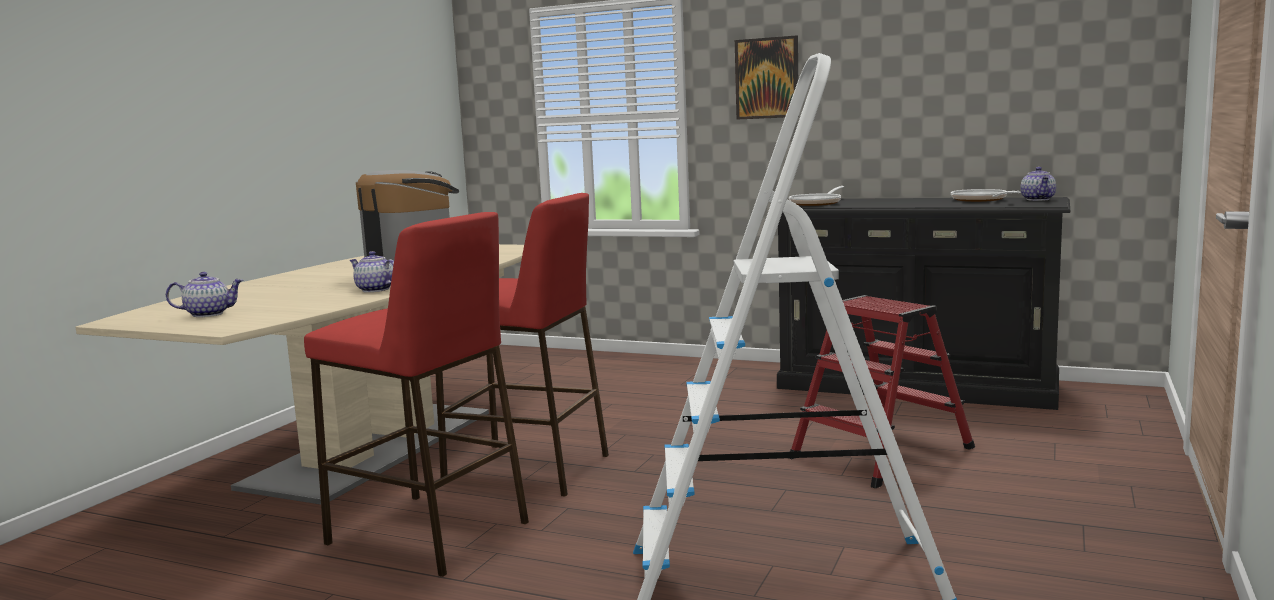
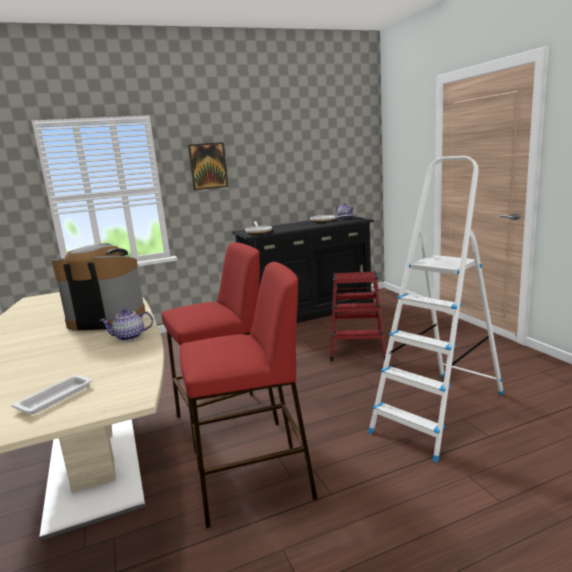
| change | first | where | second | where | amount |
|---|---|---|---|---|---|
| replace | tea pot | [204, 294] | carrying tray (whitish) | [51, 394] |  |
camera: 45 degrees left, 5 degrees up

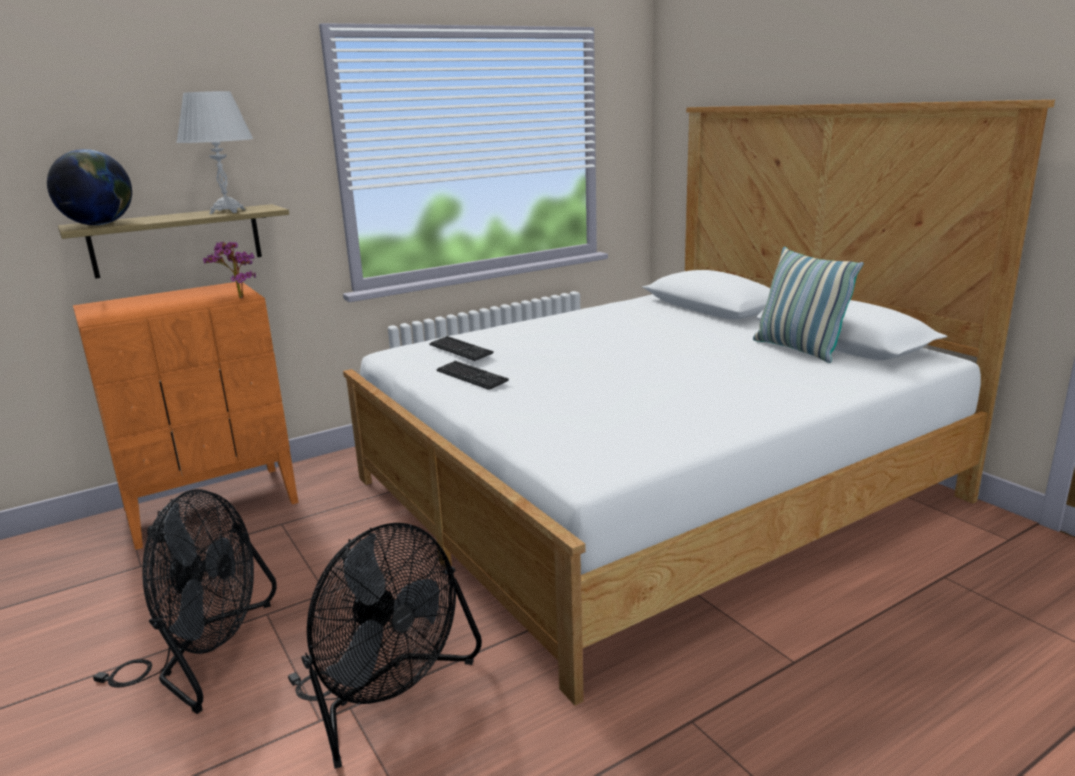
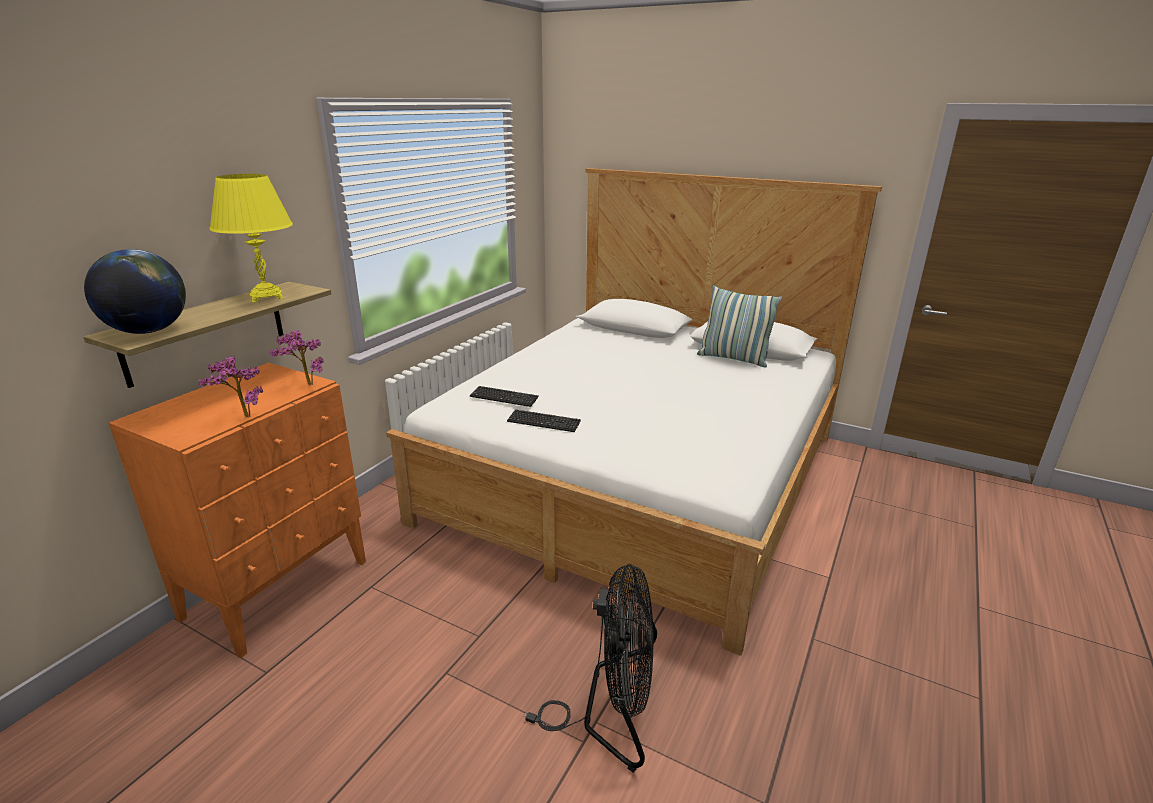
| change | first | where | second | where | amount |
|---|---|---|---|---|---|
| recolor | lamp for a table (whitish) | [214, 152] | lamp for a table (yellow-coloured) | [251, 238] |  |
| delete | electric fan (black-coloured) | [185, 601] |  |  |  |
| insert |  |  | houseplant | [231, 387] |  |
camera: 30 degrees left, 5 degrees up

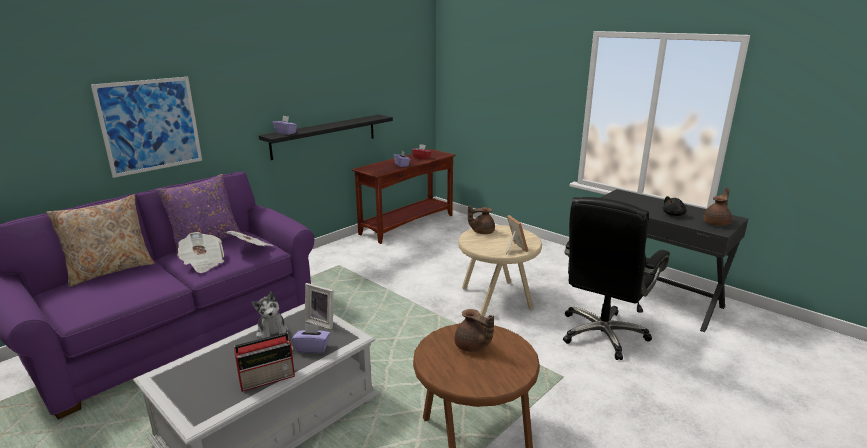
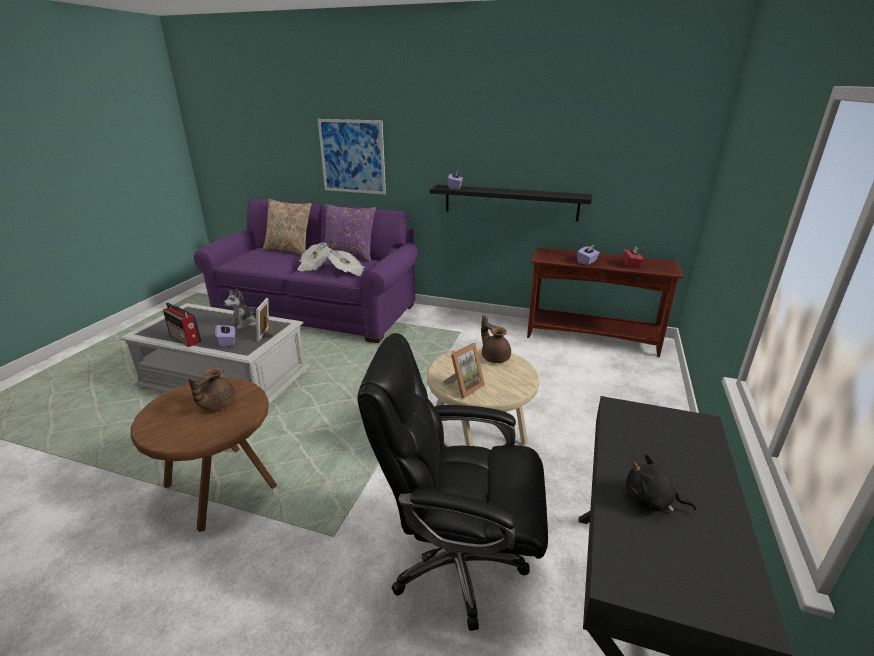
| change | first | where | second | where | amount |
|---|---|---|---|---|---|
| delete | tea pot (brown-coloured) | [717, 206] |  |  |  |
camera: 65 degrees right, 5 degrees up

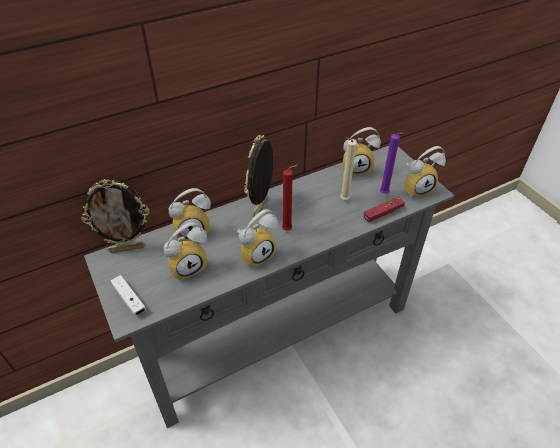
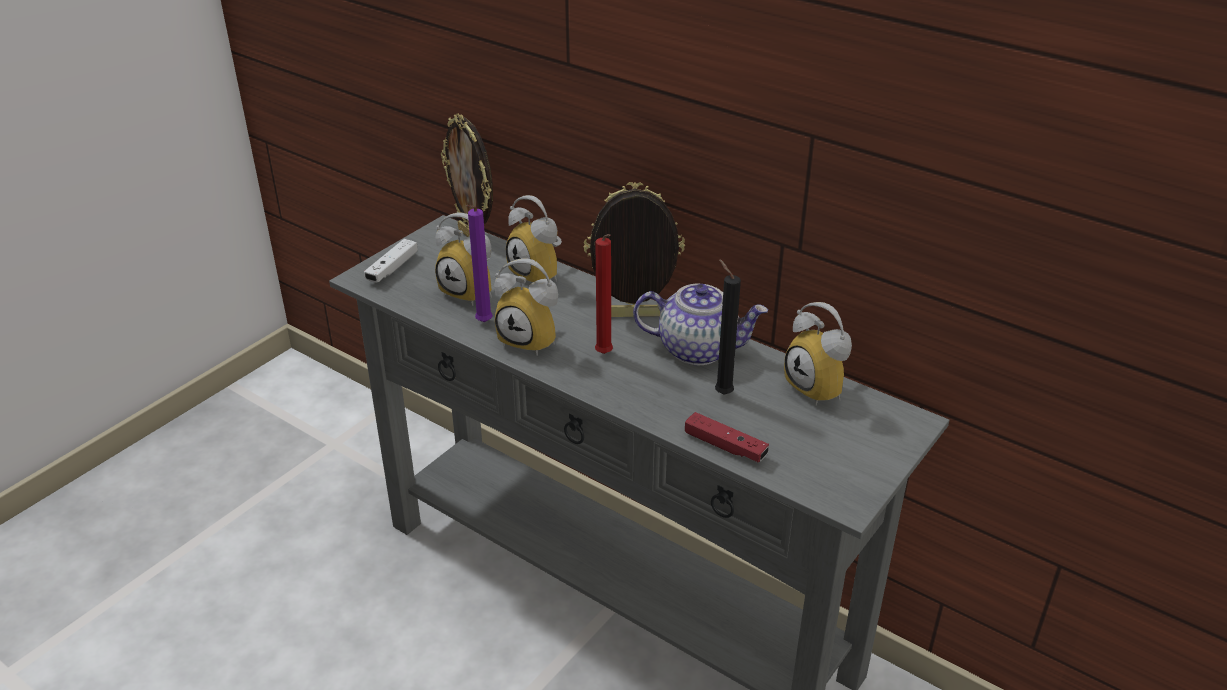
| change | first | where | second | where | amount |
|---|---|---|---|---|---|
| move | wax light (purple-coloured) | [392, 163] |  | [479, 263] |  |
| recolor | wax light (beige-coloured) | [348, 168] | wax light (black-coloured) | [728, 327] |  |
| delete | table clock | [425, 172] |  |  |  |
| insert |  |  | tea pot | [700, 324] |  |
camera: 65 degrees right, 10 degrees down

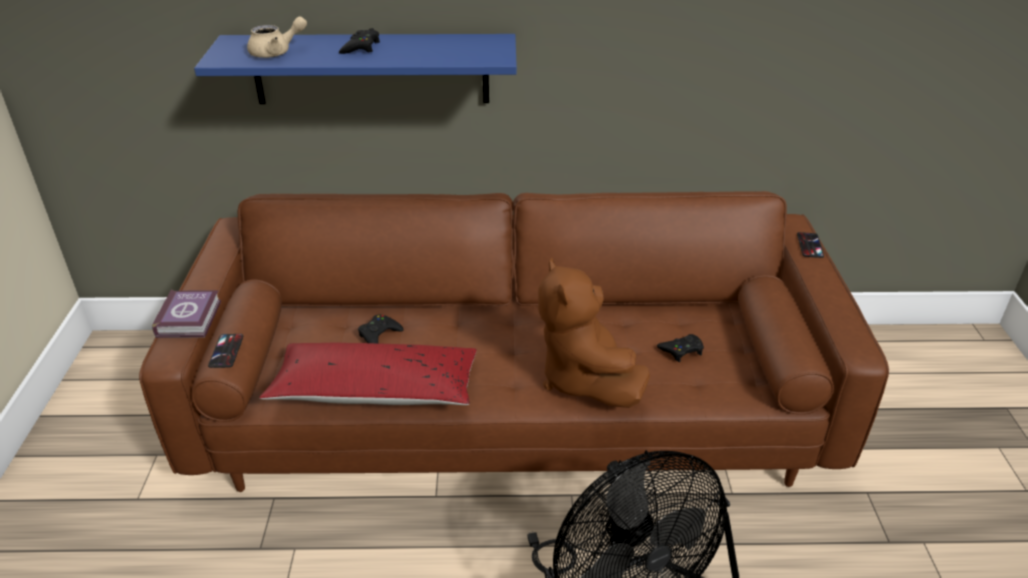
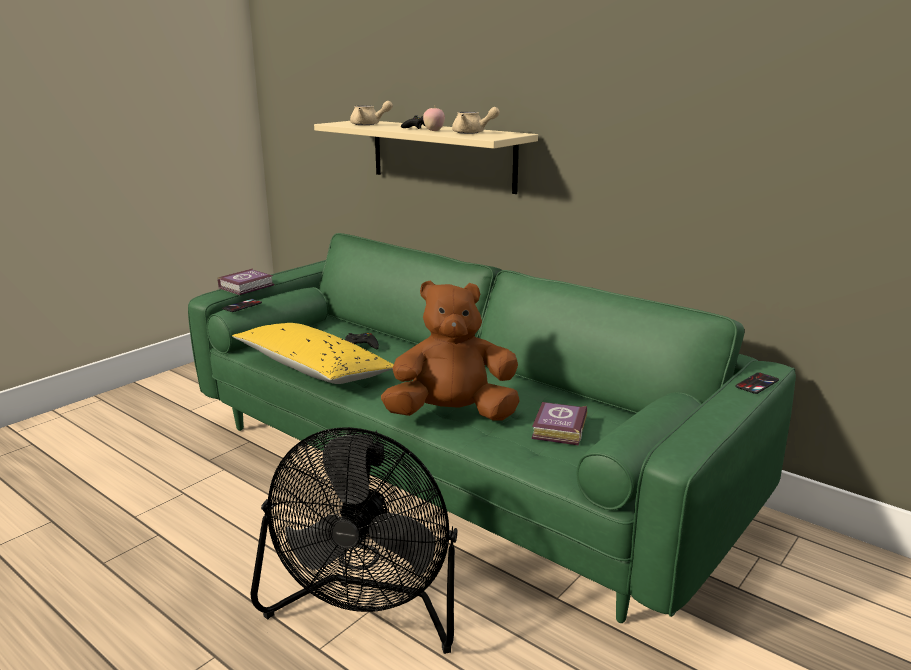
| change | first | where | second | where | amount |
|---|---|---|---|---|---|
| recolor | wall shelf (blue-coloured) | [355, 69] | wall shelf (beige-coloured) | [426, 157] |  |
| recolor | couch (brown-coloured) | [514, 341] | couch (green) | [492, 428] |  |
| rotate | plush toy (brown-coloured) | [594, 332] |  | [450, 350] | 60 degrees clockwise |
| replace | game controller (black-coloured) | [680, 348] | book | [559, 423] |  |
| recolor | pillow (red) | [368, 374] | pillow (yellow-coloured) | [313, 353] |  |
| insert |  |  | whole apple | [434, 119] |  |
| insert |  |  | tea pot (beige-coloured) | [476, 120] |  |
camera: 40 degrees right, 15 degrees down

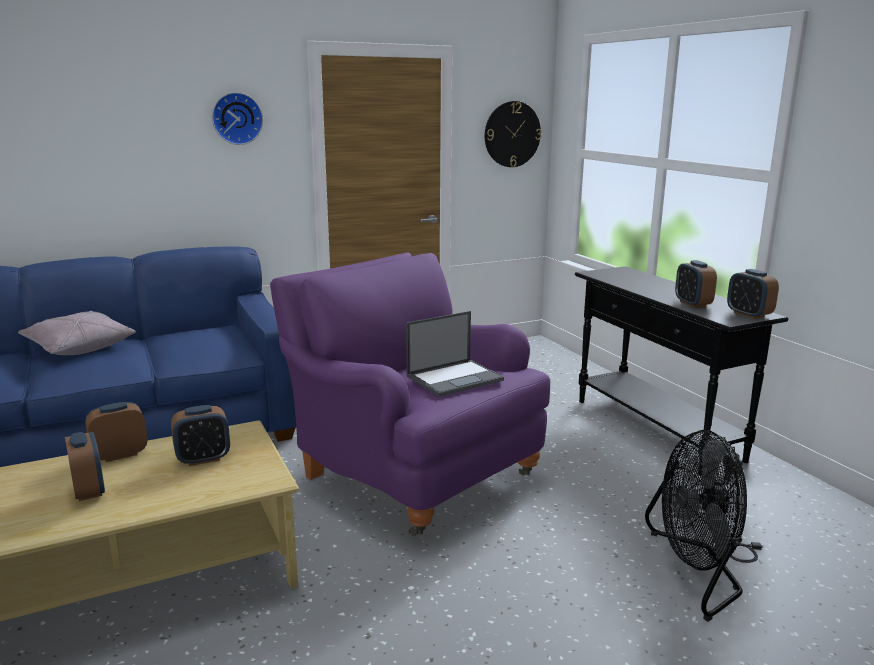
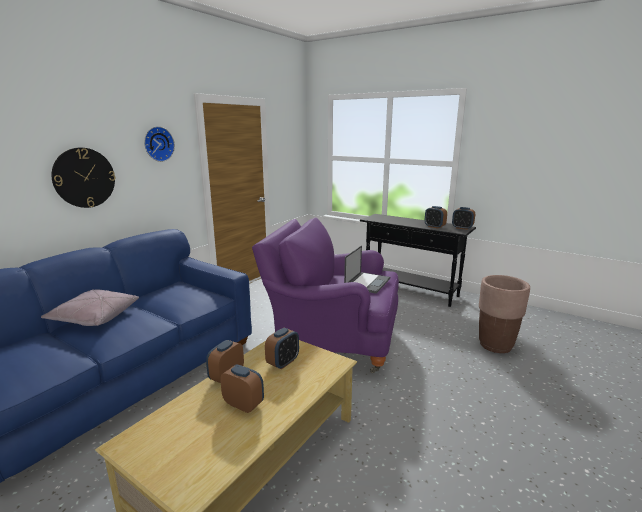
| change | first | where | second | where | amount |
|---|---|---|---|---|---|
| move | hanging clock | [513, 134] |  | [83, 178] |  |
| replace | electric fan (black-coloured) | [704, 526] | planter (brown-coloured) | [504, 314] |  |
camera: 30 degrees left, 0 degrees up

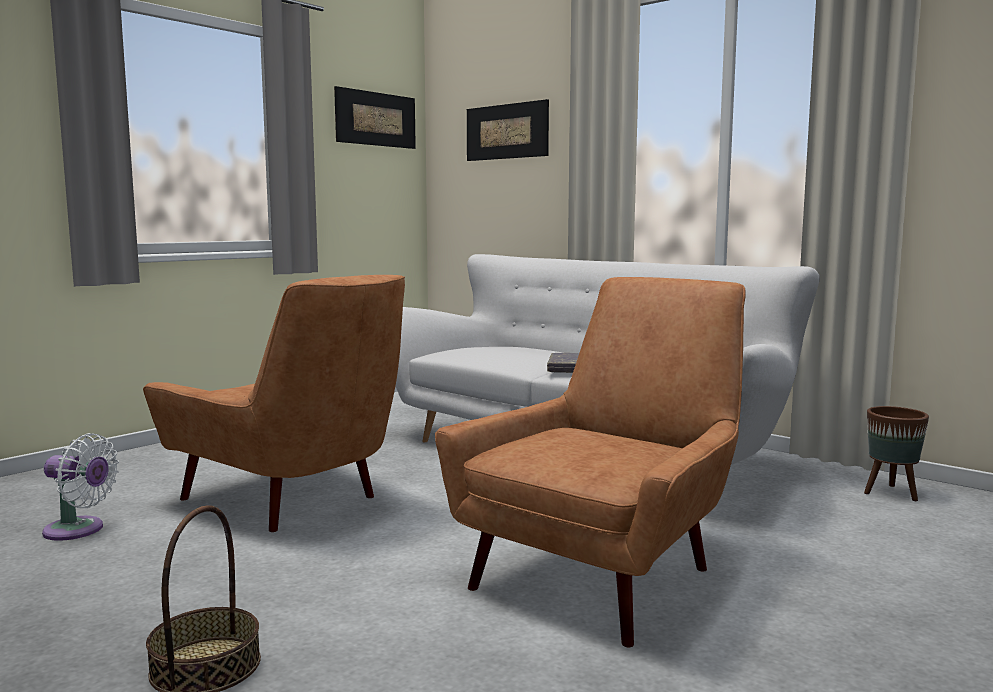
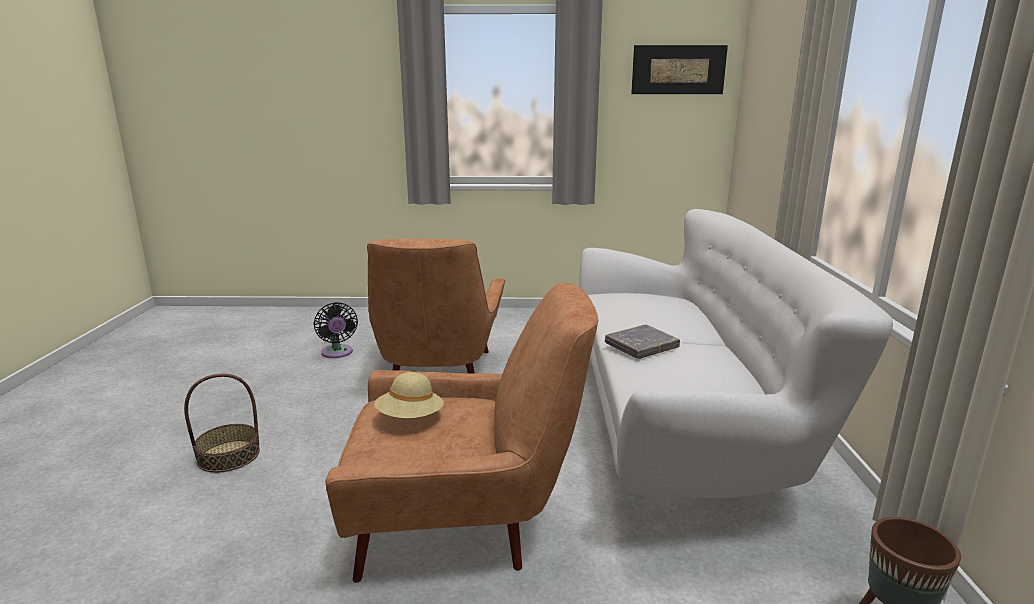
| change | first | where | second | where | amount |
|---|---|---|---|---|---|
| delete | wall picture | [508, 130] |  |  |  |
| recolor | electric fan (whitish) | [80, 487] | electric fan (black-coloured) | [335, 330] |  |
| insert |  |  | hat (beige-coloured) | [409, 395] |  |
camera: 50 degrees right, 10 degrees up

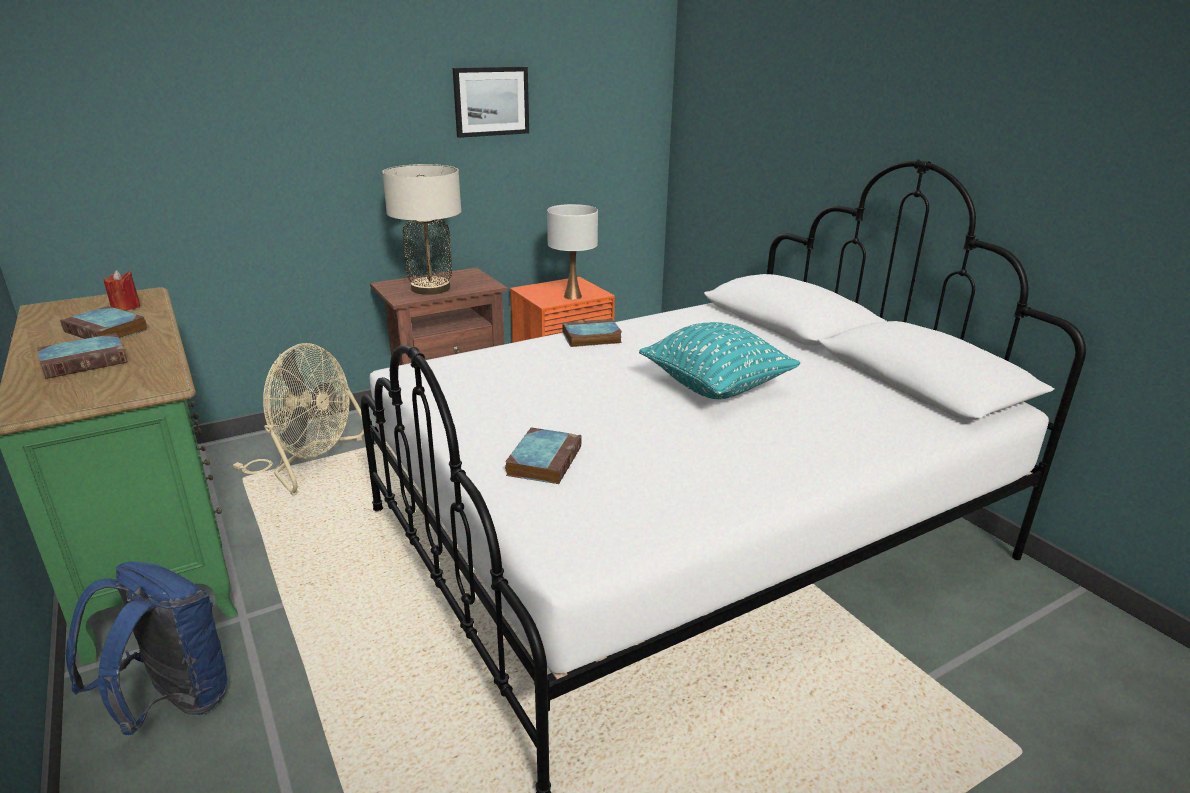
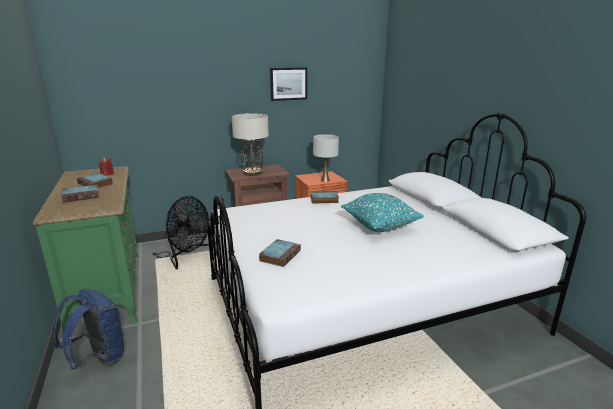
| change | first | where | second | where | amount |
|---|---|---|---|---|---|
| recolor | electric fan (beige-coloured) | [298, 419] | electric fan (black-coloured) | [181, 232] |  |
camera: 10 degrees right, 5 degrees down

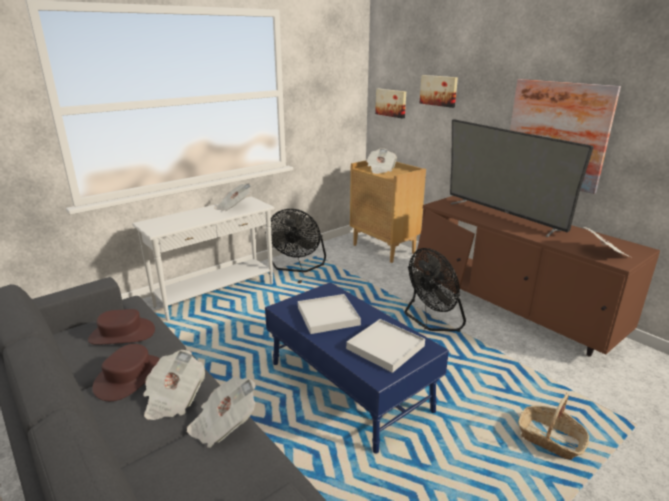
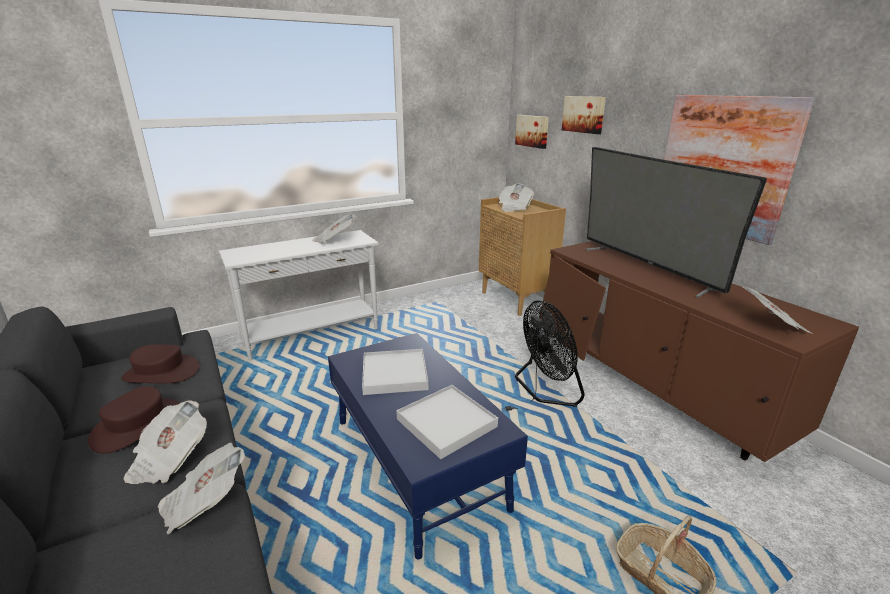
| change | first | where | second | where | amount |
|---|---|---|---|---|---|
| delete | electric fan (black-coloured) | [295, 246] |  |  |  |
camera: 10 degrees right, 0 degrees up

